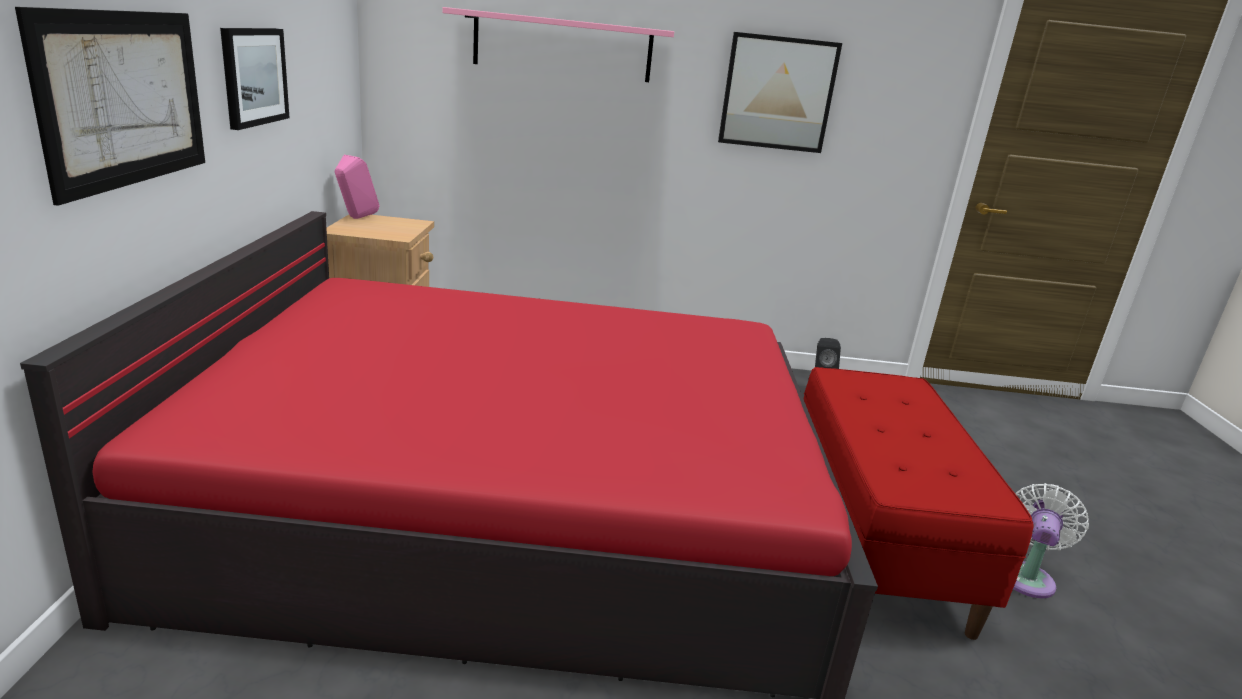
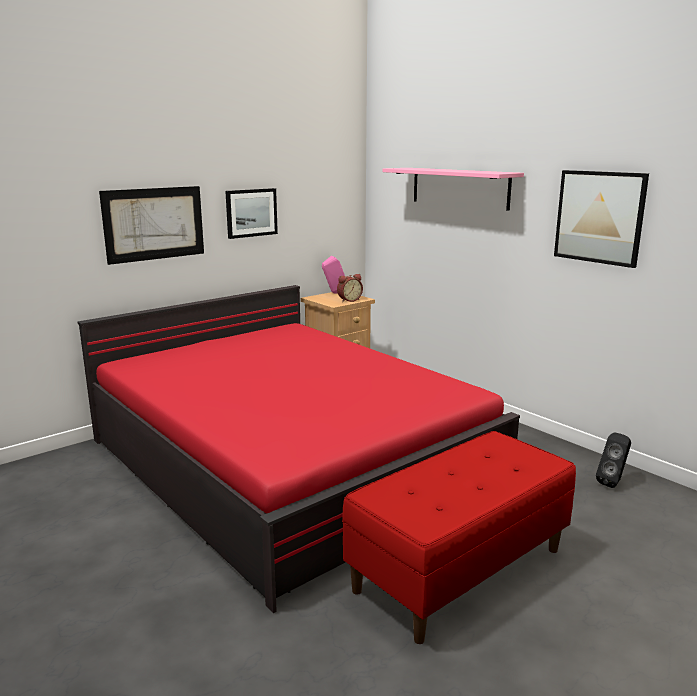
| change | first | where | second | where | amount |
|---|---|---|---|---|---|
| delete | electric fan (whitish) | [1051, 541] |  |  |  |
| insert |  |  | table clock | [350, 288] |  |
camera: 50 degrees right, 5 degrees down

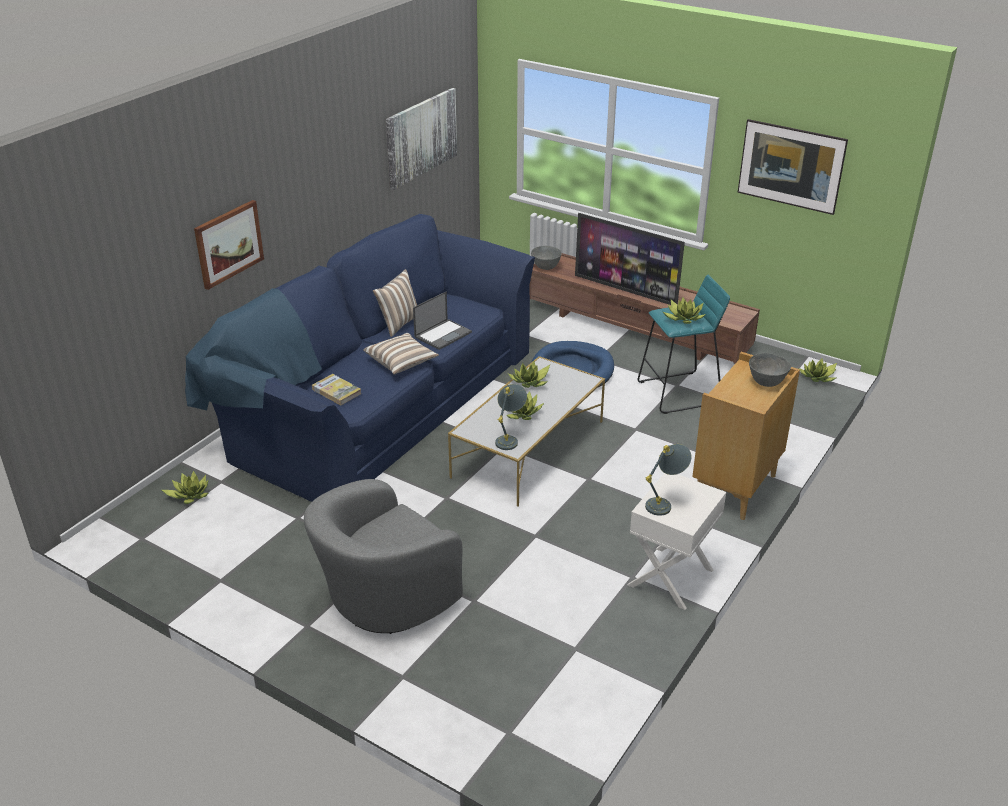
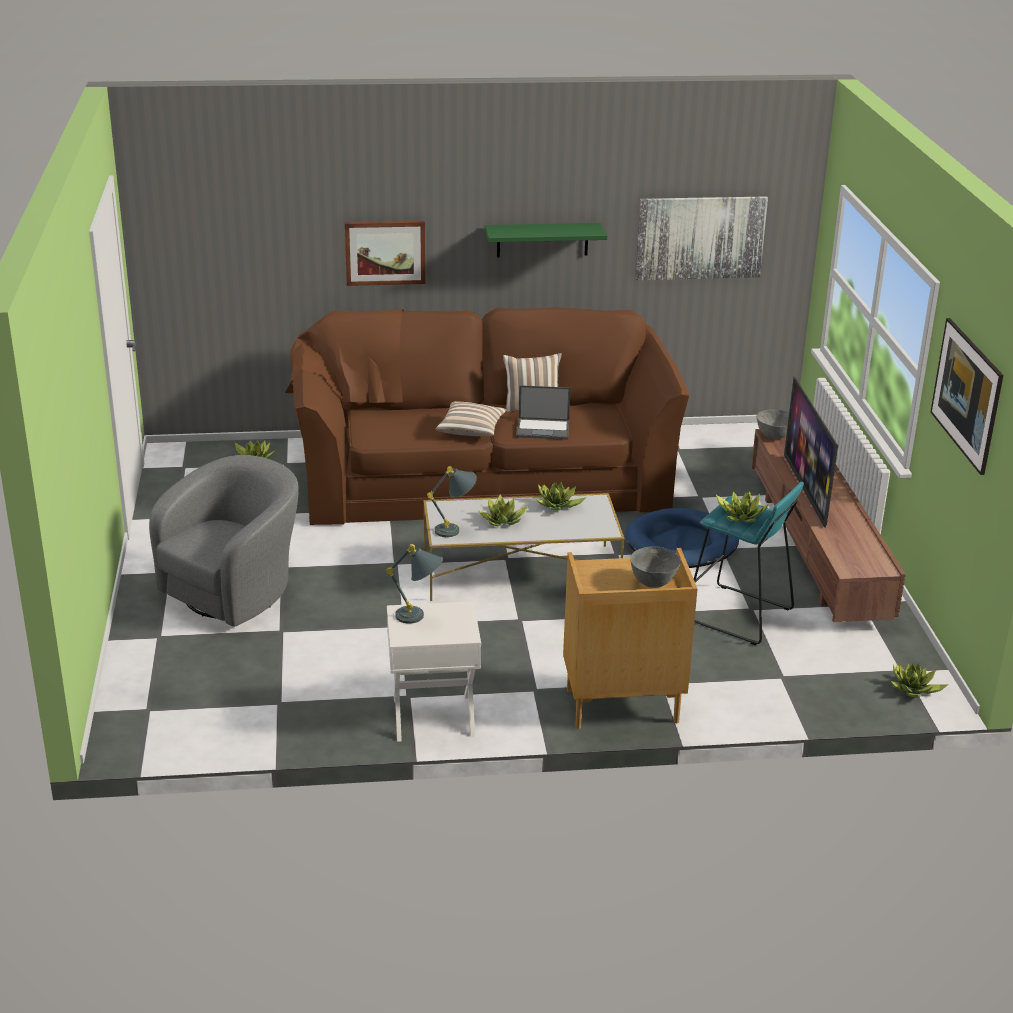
| change | first | where | second | where | amount |
|---|---|---|---|---|---|
| recolor | couch (blue-coloured) | [360, 358] | couch (brown-coloured) | [487, 416] |  |
| delete | book | [336, 390] |  |  |  |
| rotate | armchair (grey) | [383, 556] |  | [224, 541] | 120 degrees clockwise |
| insert |  |  | wall shelf (green) | [546, 240] |  |
camera: 50 degrees right, 5 degrees down

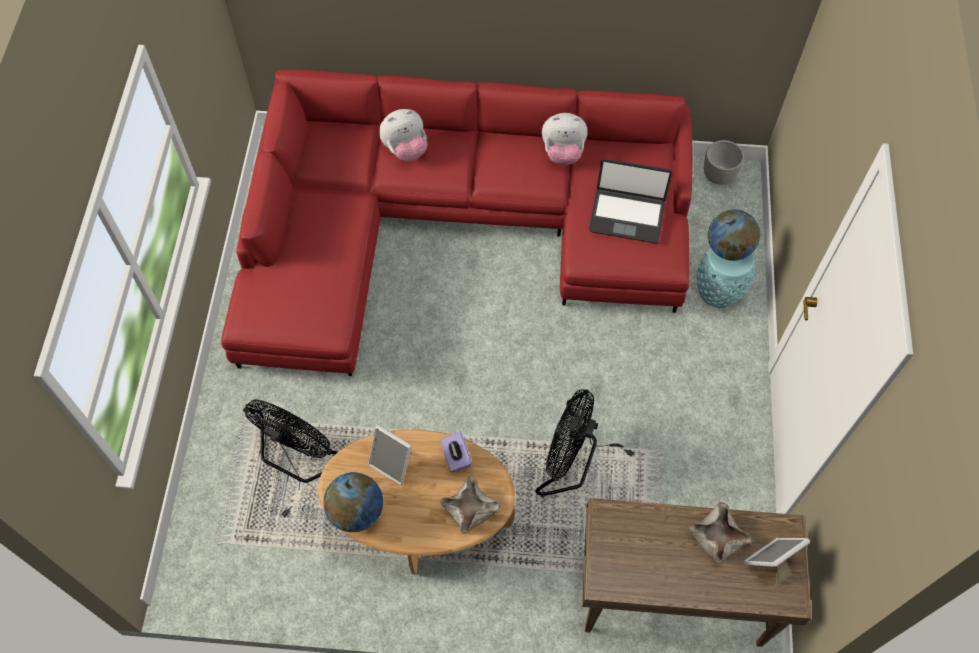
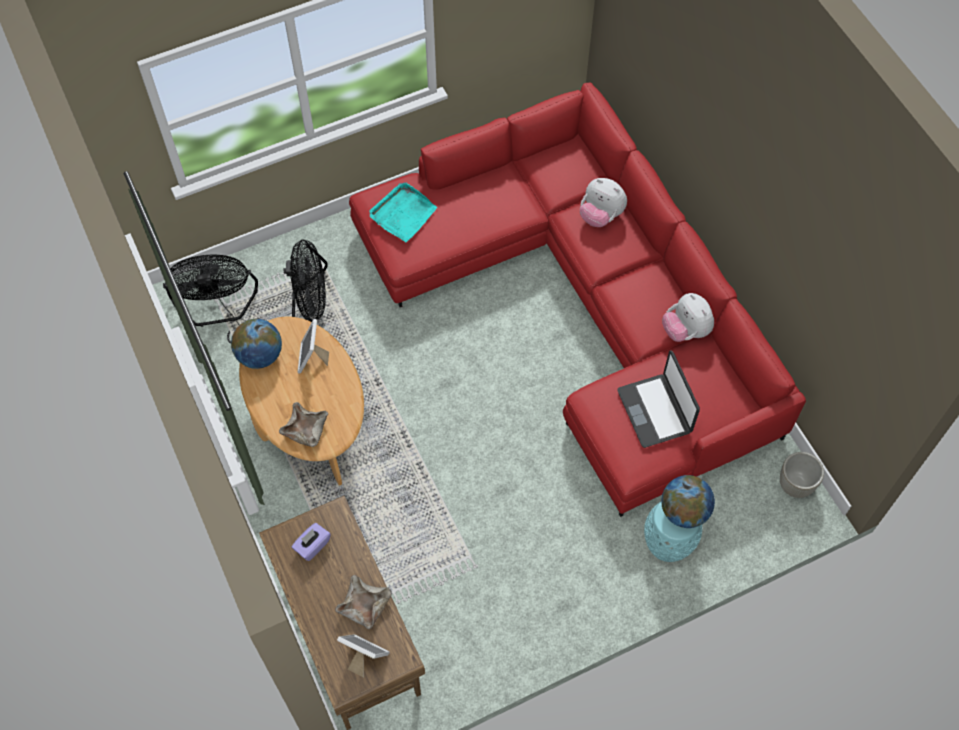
| change | first | where | second | where | amount |
|---|---|---|---|---|---|
| move | electric fan (black-coloured) | [585, 443] |  | [210, 299] |  |
| move | tissue holder (purple-coloured) | [456, 452] |  | [311, 542] |  |
| insert |  |  | carrying tray (turquoise-coloured) | [403, 212] |  |
camera: 60 degrees right, 0 degrees up

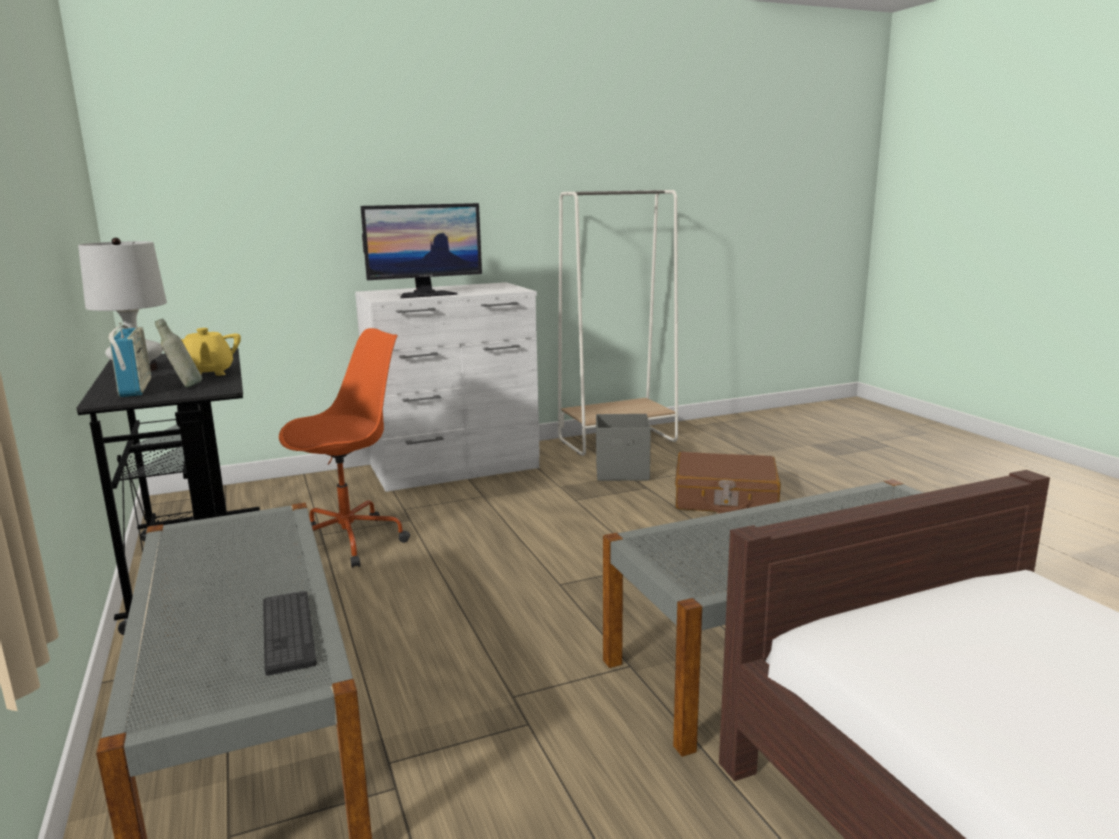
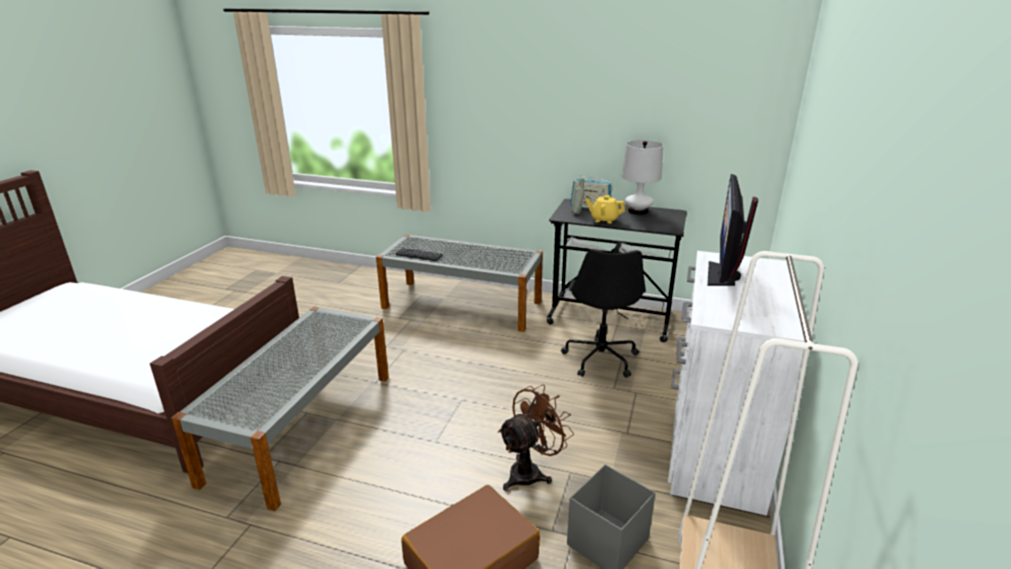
| change | first | where | second | where | amount |
|---|---|---|---|---|---|
| recolor | desk chair (orange-coloured) | [344, 448] | desk chair (black-coloured) | [603, 313] |  |
| insert |  |  | electric fan (brown-coloured) | [536, 437] |  |
camera: 130 degrees right, 10 degrees up

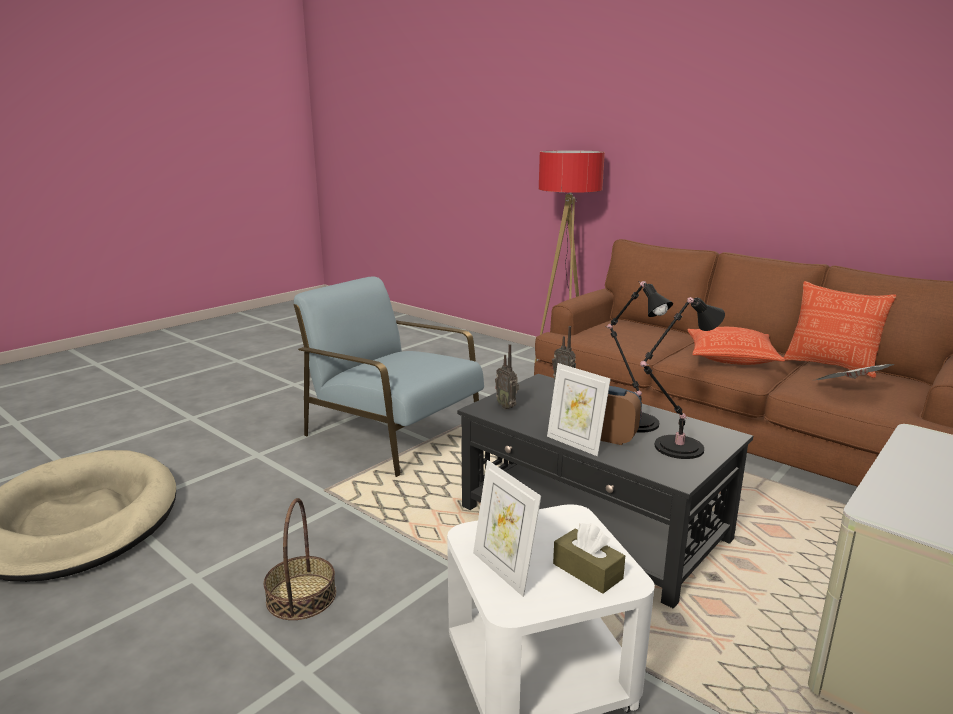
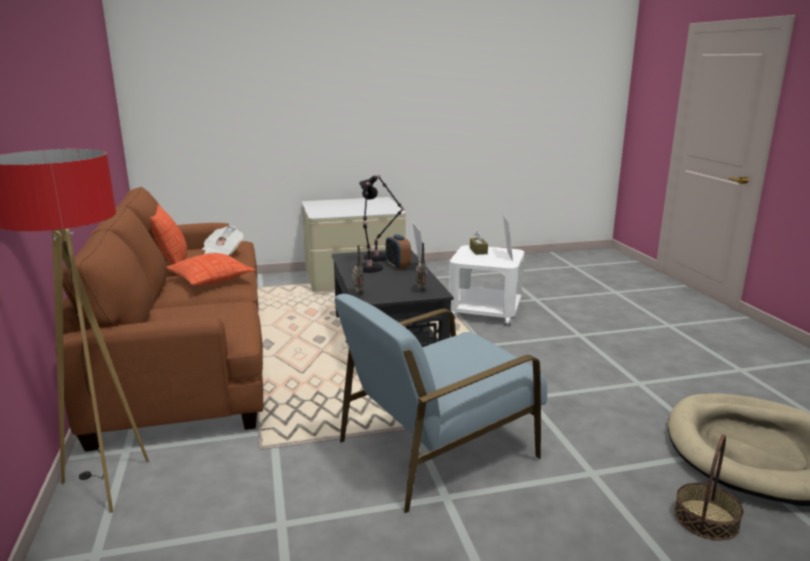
| change | first | where | second | where | amount |
|---|---|---|---|---|---|
| rotate | armchair (blue-coloured) | [388, 377] |  | [441, 403] | 75 degrees clockwise |
| move | household basket | [300, 559] |  | [709, 487] |  |
camera: 145 degrees left, 0 degrees up

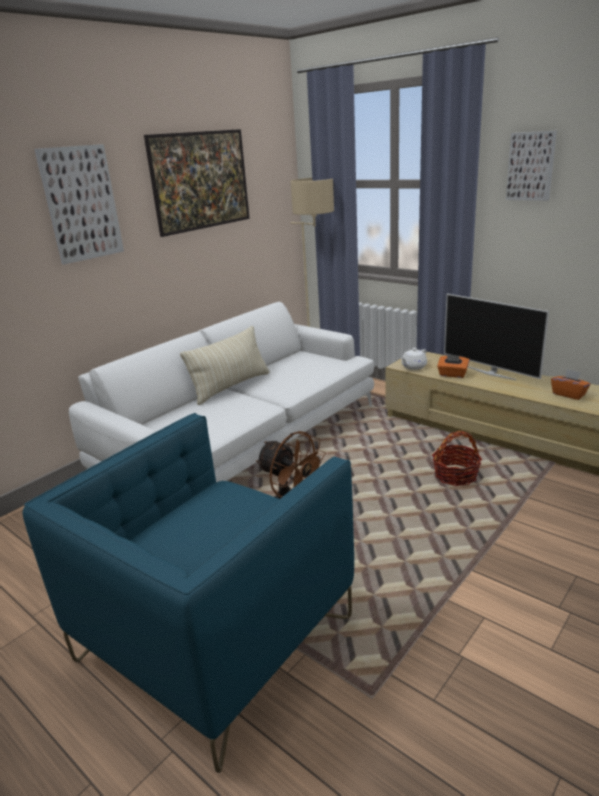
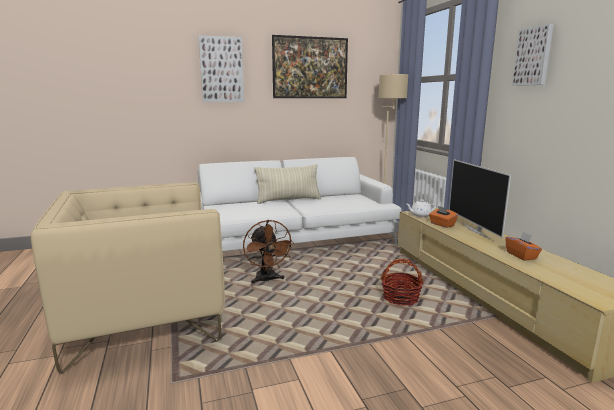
| change | first | where | second | where | amount |
|---|---|---|---|---|---|
| recolor | armchair (blue-coloured) | [188, 593] | armchair (beige-coloured) | [128, 278] |  |
camera: 30 degrees right, 10 degrees down

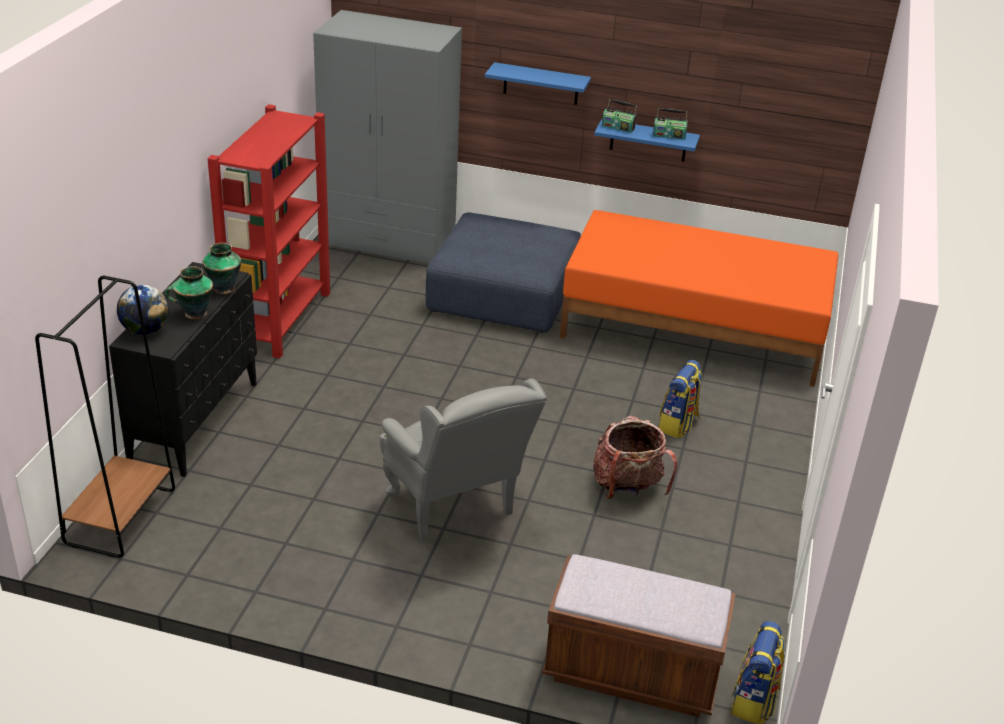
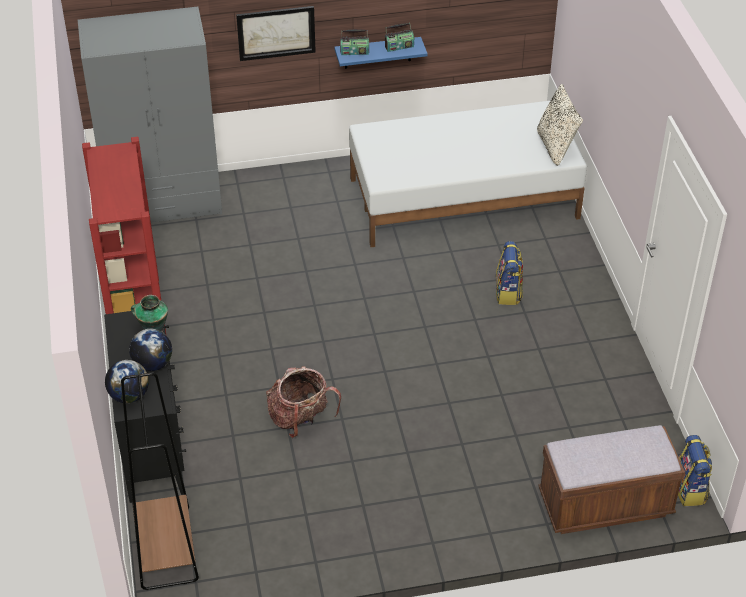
| change | first | where | second | where | amount |
|---|---|---|---|---|---|
| replace | wall shelf (blue-coloured) | [538, 83] | wall picture | [276, 33] |  |
| recolor | bedroom bed (orange-coloured) | [699, 298] | bedroom bed (whitish) | [468, 174] |  |
| delete | footrest (blue-coloured) | [503, 272] |  |  |  |
| replace | flower vase | [189, 292] | world globe | [150, 350] |  |
| delete | armchair (grey) | [463, 460] |  |  |  |
| move | backpack | [635, 457] |  | [303, 402] |  |
| insert |  |  | pillow (beige-coloured) | [560, 125] |  |
camera: 25 degrees left, 10 degrees up

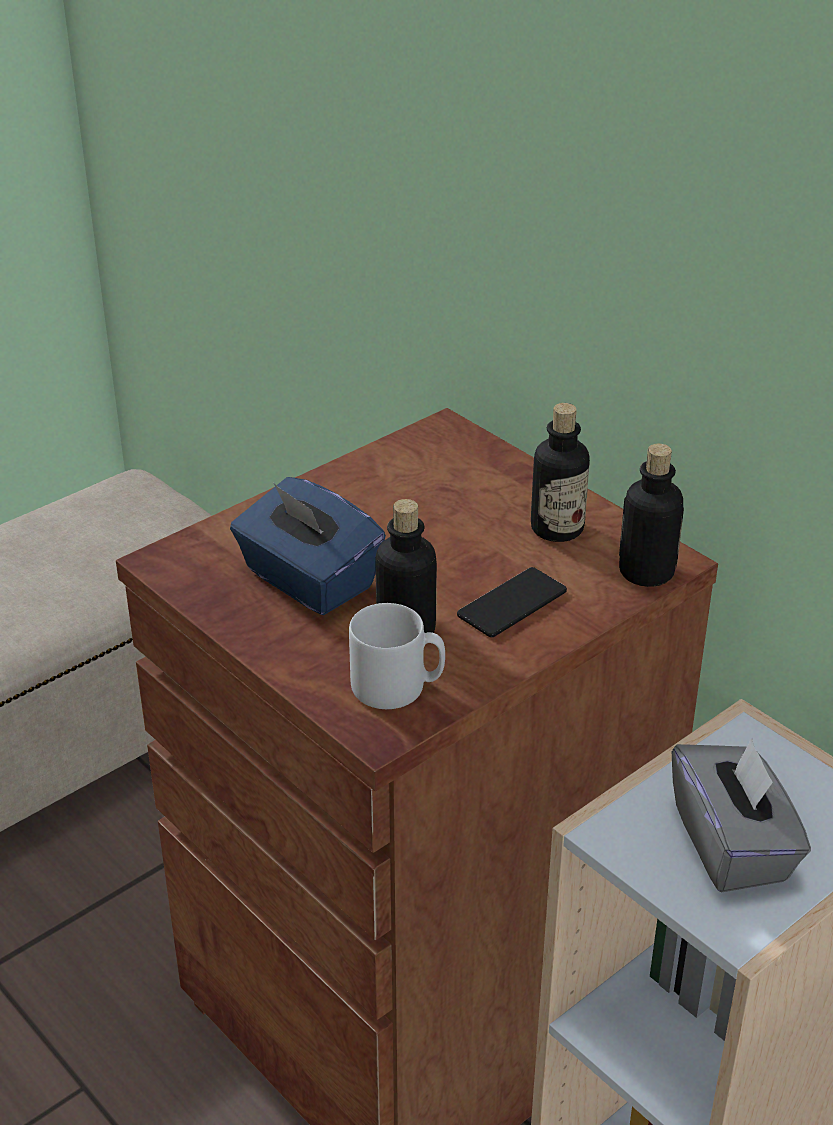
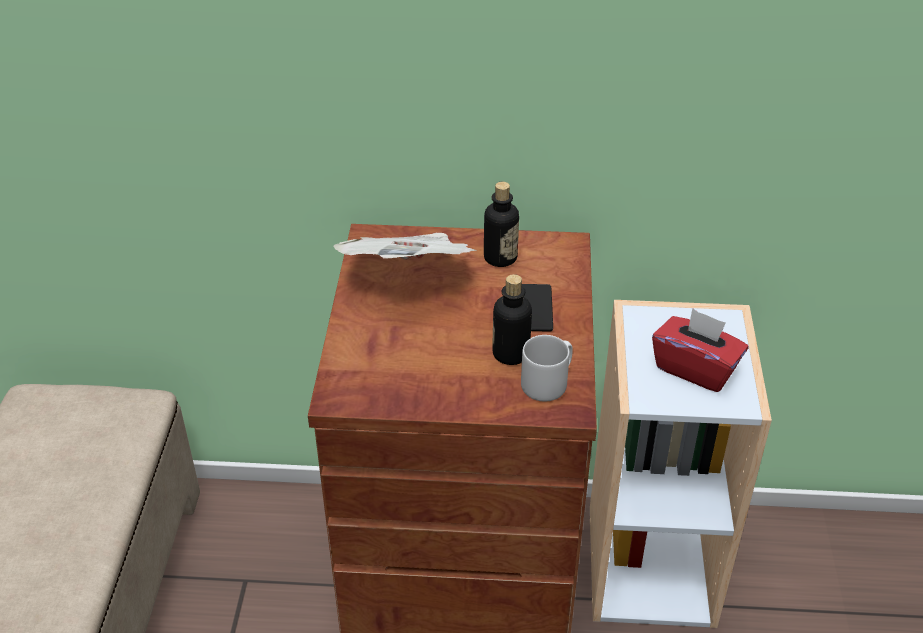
| change | first | where | second | where | amount |
|---|---|---|---|---|---|
| delete | drink bottle | [651, 515] |  |  |  |
| delete | tissue holder (blue-coloured) | [308, 546] |  |  |  |
| recolor | tissue holder (grey) | [741, 815] | tissue holder (red) | [700, 350] |  |
| insert |  |  | newspaper | [405, 246] |  |
camera: 45 degrees left, 5 degrees up

